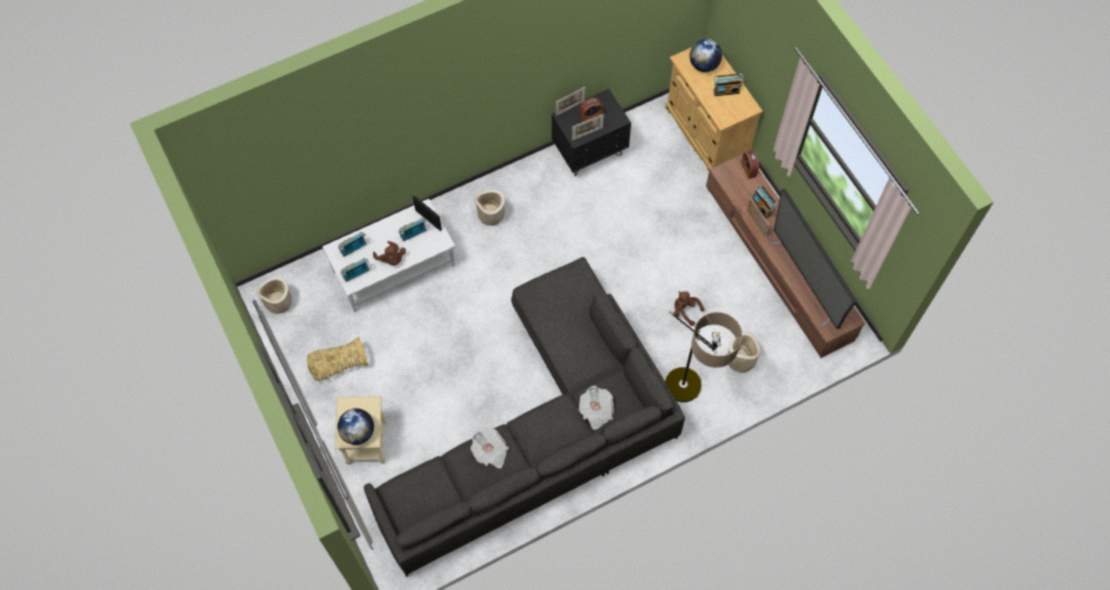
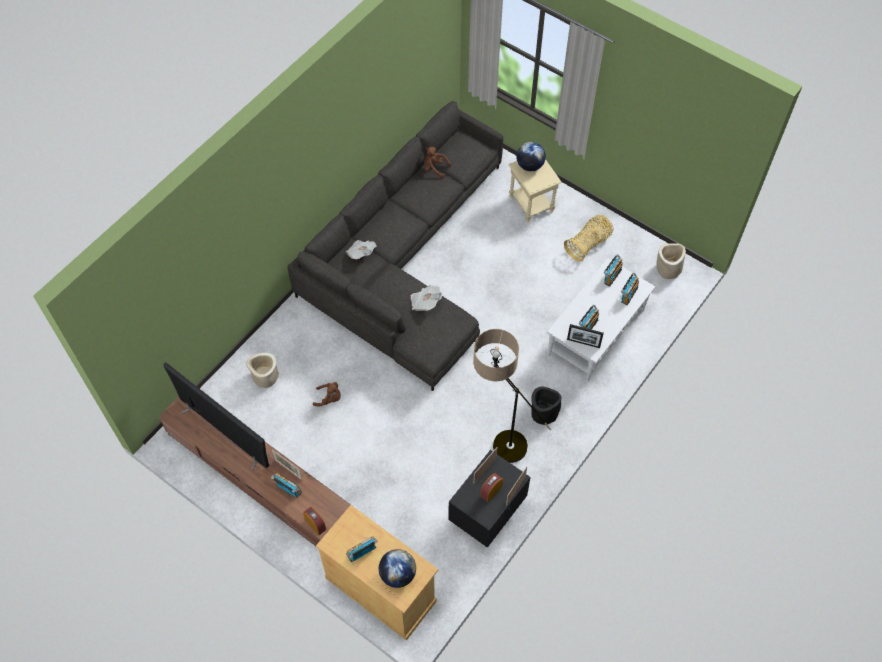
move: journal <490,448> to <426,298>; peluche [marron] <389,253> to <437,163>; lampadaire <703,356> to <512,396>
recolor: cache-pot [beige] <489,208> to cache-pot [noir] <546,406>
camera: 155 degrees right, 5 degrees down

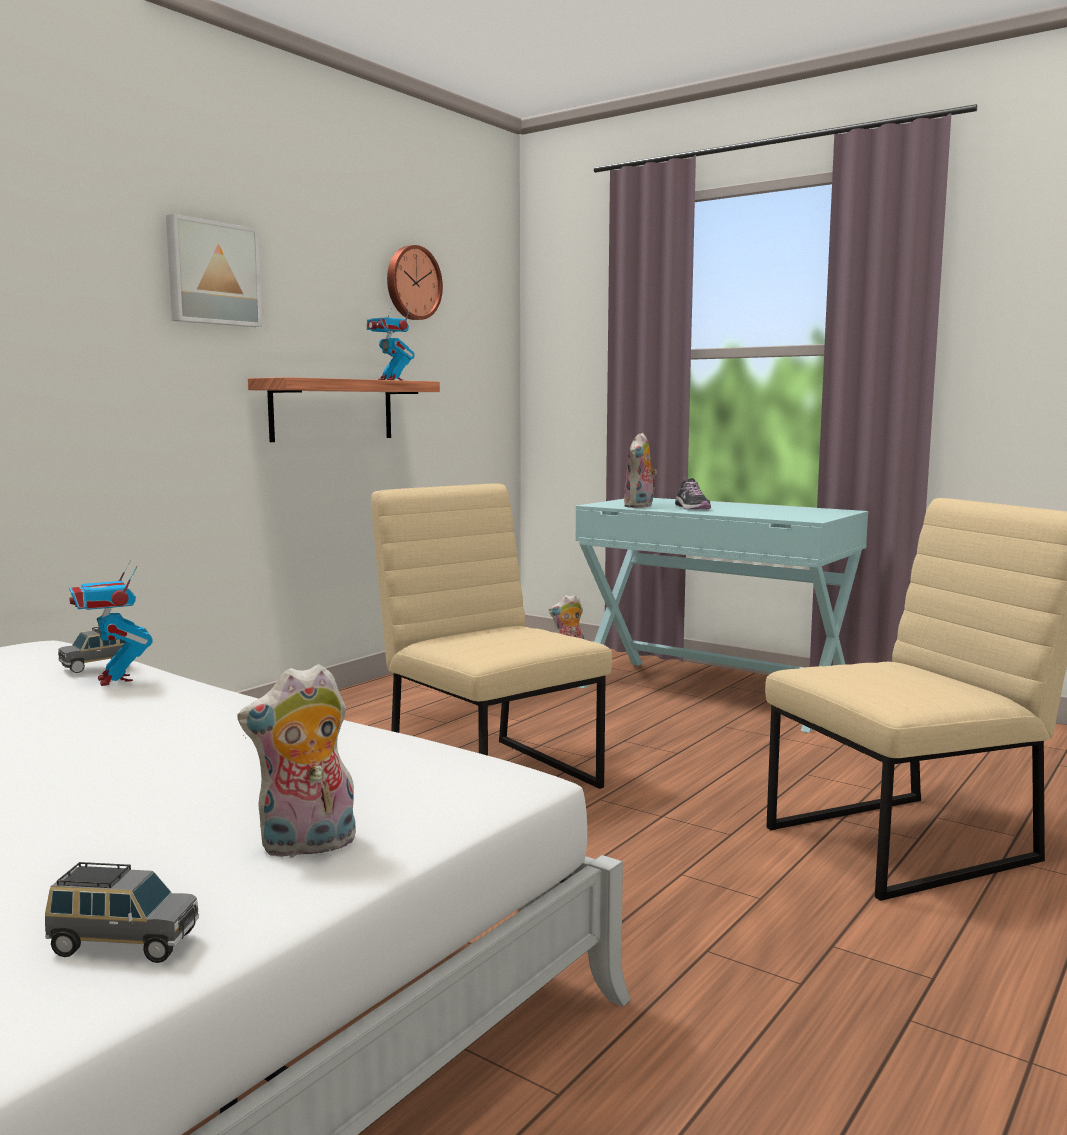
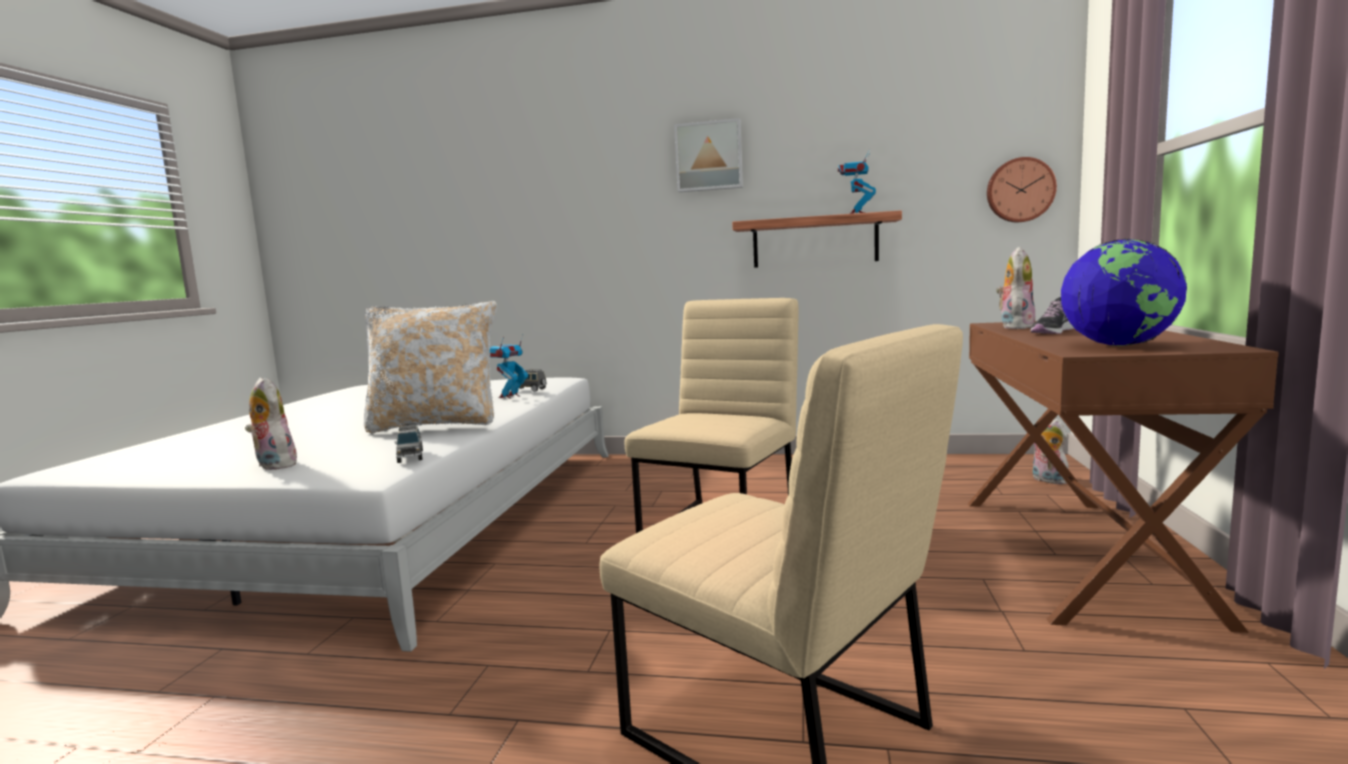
insert: coussin [blanc] <430,367>; globe <1124,292>
move: petite voiture [gris] <122,912> to <409,443>; horloge murale <415,282> to <1022,189>
recolor: bureau [turquoise] <721,615> to bureau [marron] <1123,477>
rotate: peluche <640,470> = <1015,288> 120 degrees clockwise
camera: 65 degrees right, 0 degrees up

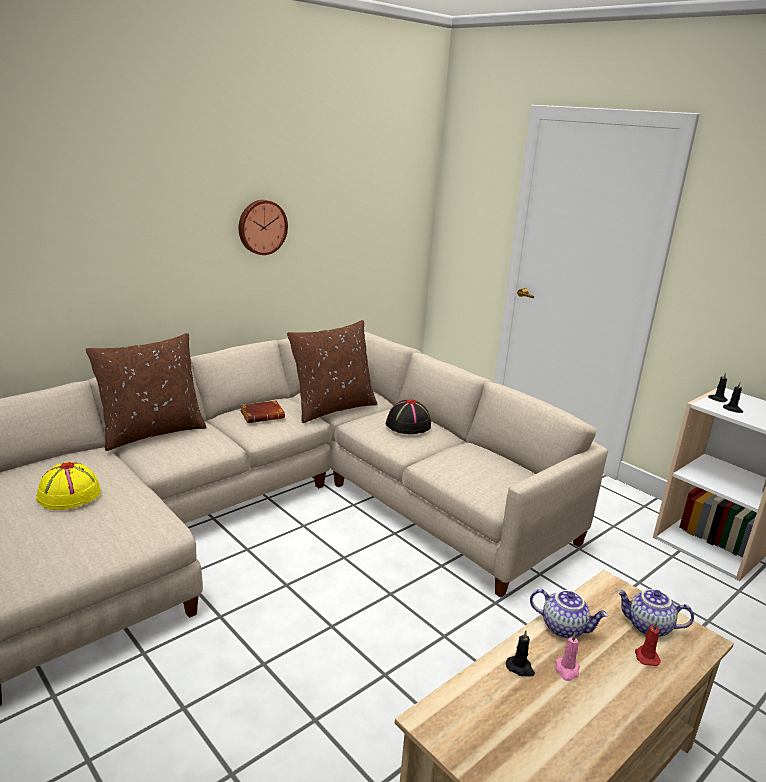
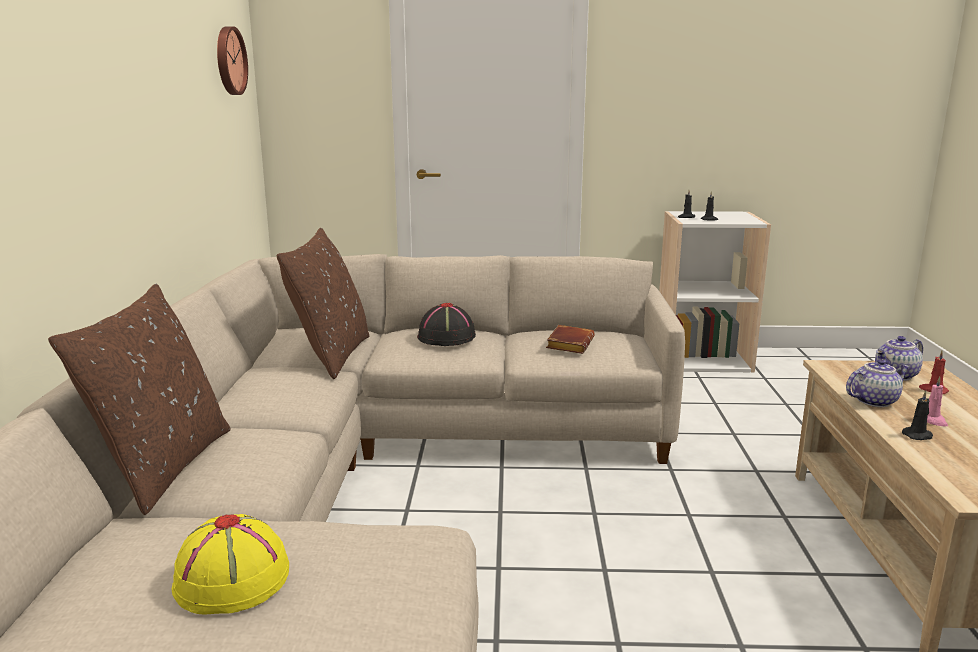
move: horloge murale <263,227> to <232,60>; livre [marron] <262,411> to <570,339>
camera: 45 degrees left, 5 degrees down

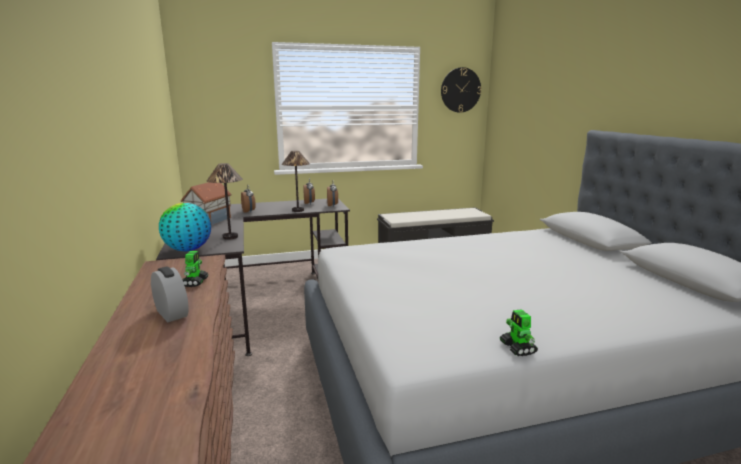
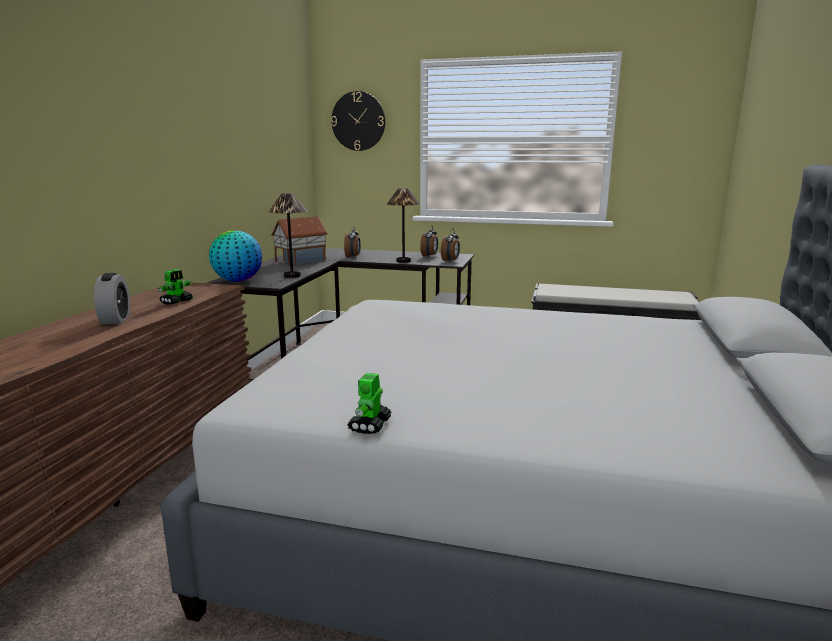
move: horloge murale <461,90> to <358,121>
camera: 30 degrees right, 0 degrees up

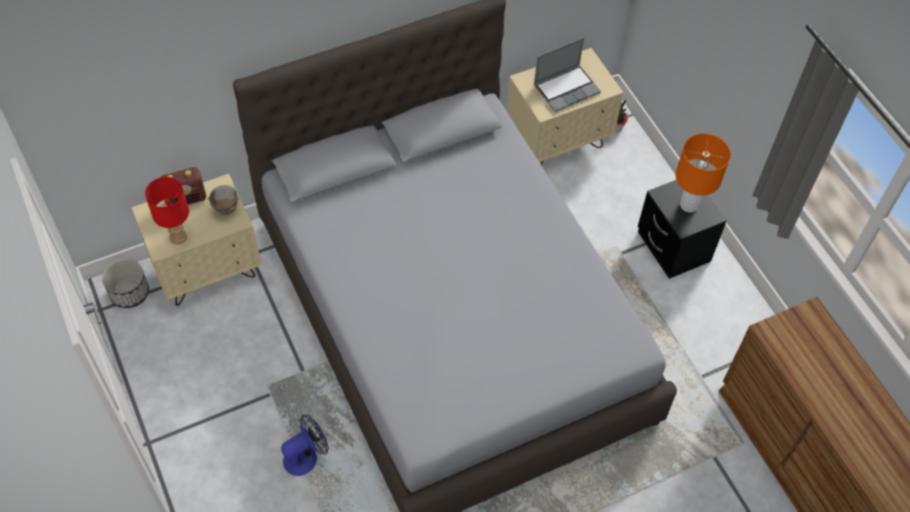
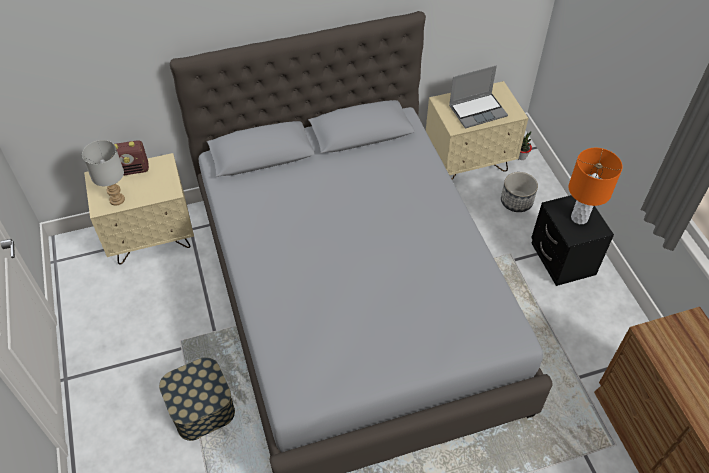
delete: bol <223,200>
move: cache-pot <125,283> to <519,192>
replace: ventilateur <305,445> to boîte de rangement <197,399>
recolor: lampe de table [rouge] <167,210> to lampe de table [gris] <103,173>
camera: 10 degrees right, 5 degrees down

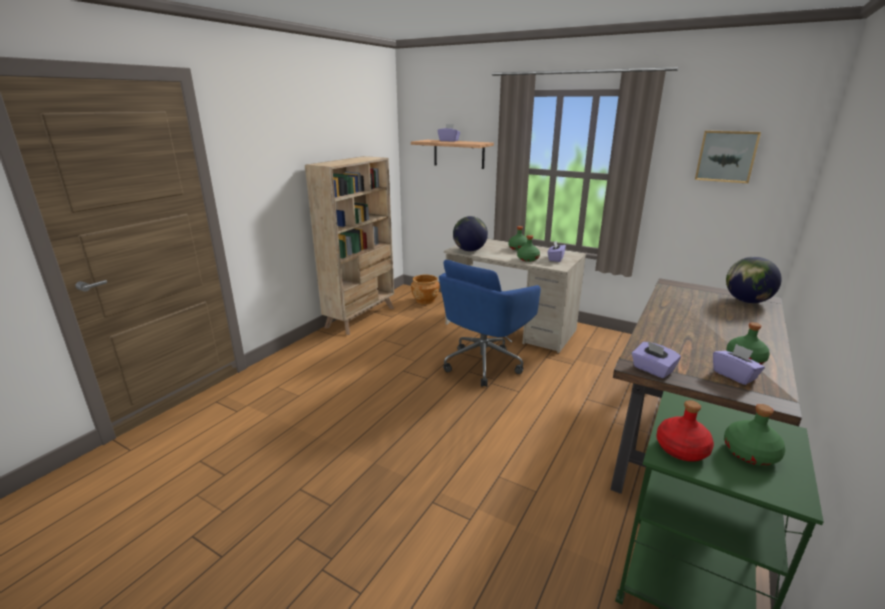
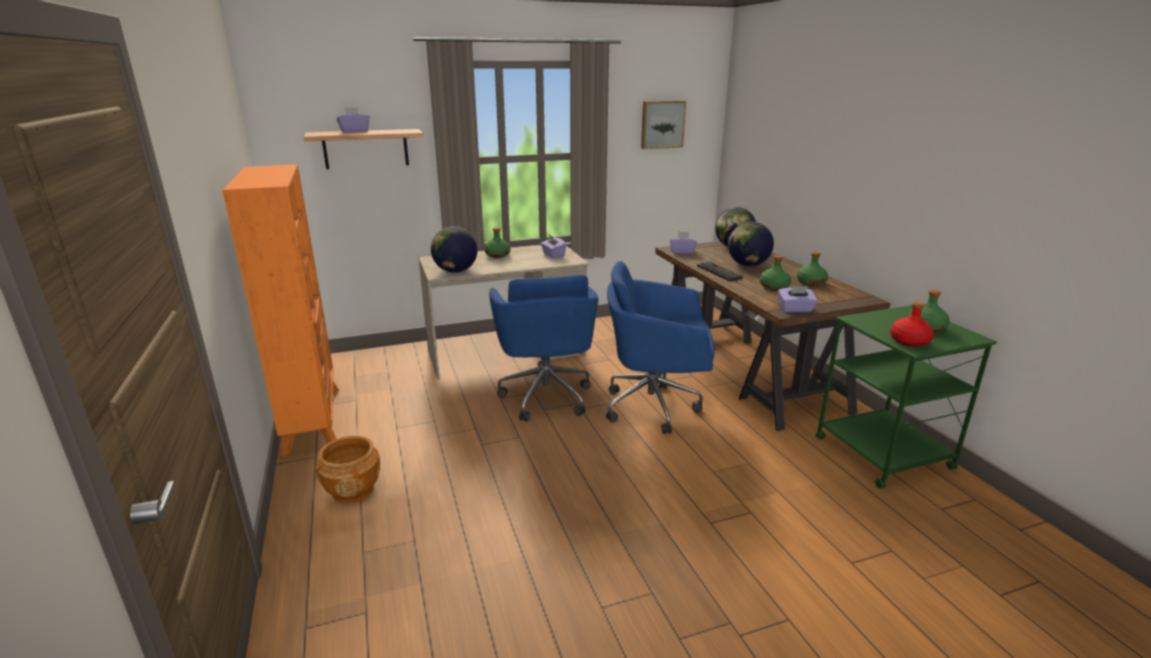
insert: chaise de bureau [bleu] <660,347>; clavier <720,271>; globe <751,244>
move: cache-pot [marron] <425,290> to <347,470>; boîte à mouchoirs [violet] <739,364> to <683,242>; bouteille [vert] <528,248> to <775,272>
recolor: bibliothèque [beige] <349,245> to bibliothèque [orange] <280,310>
camera: 50 degrees left, 0 degrees up

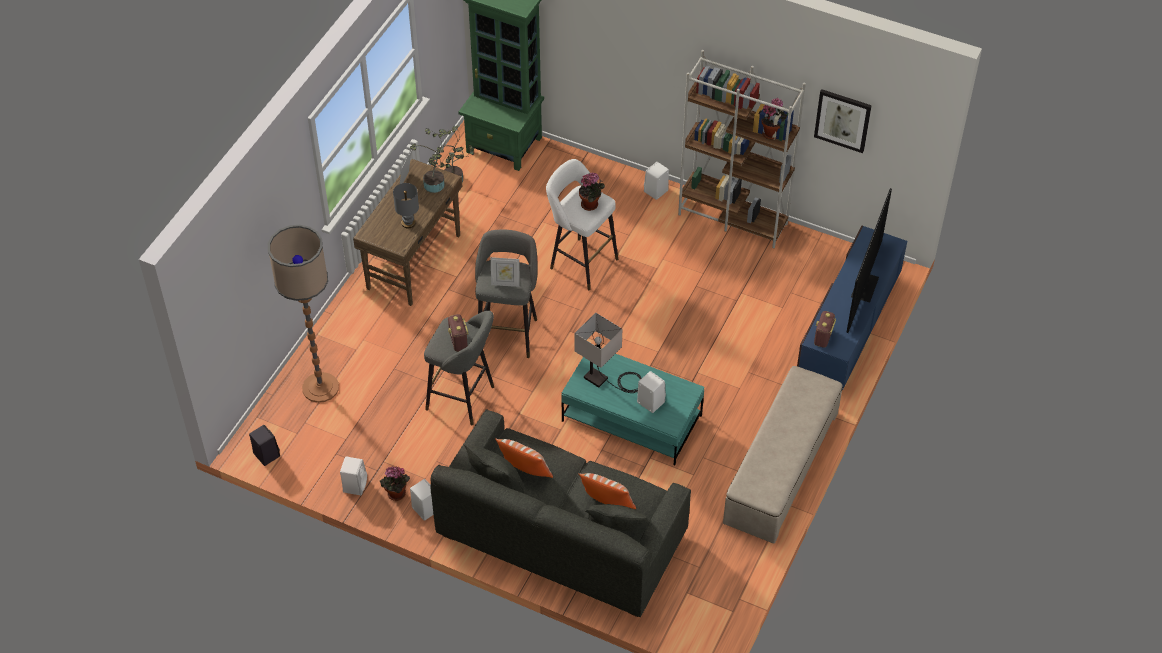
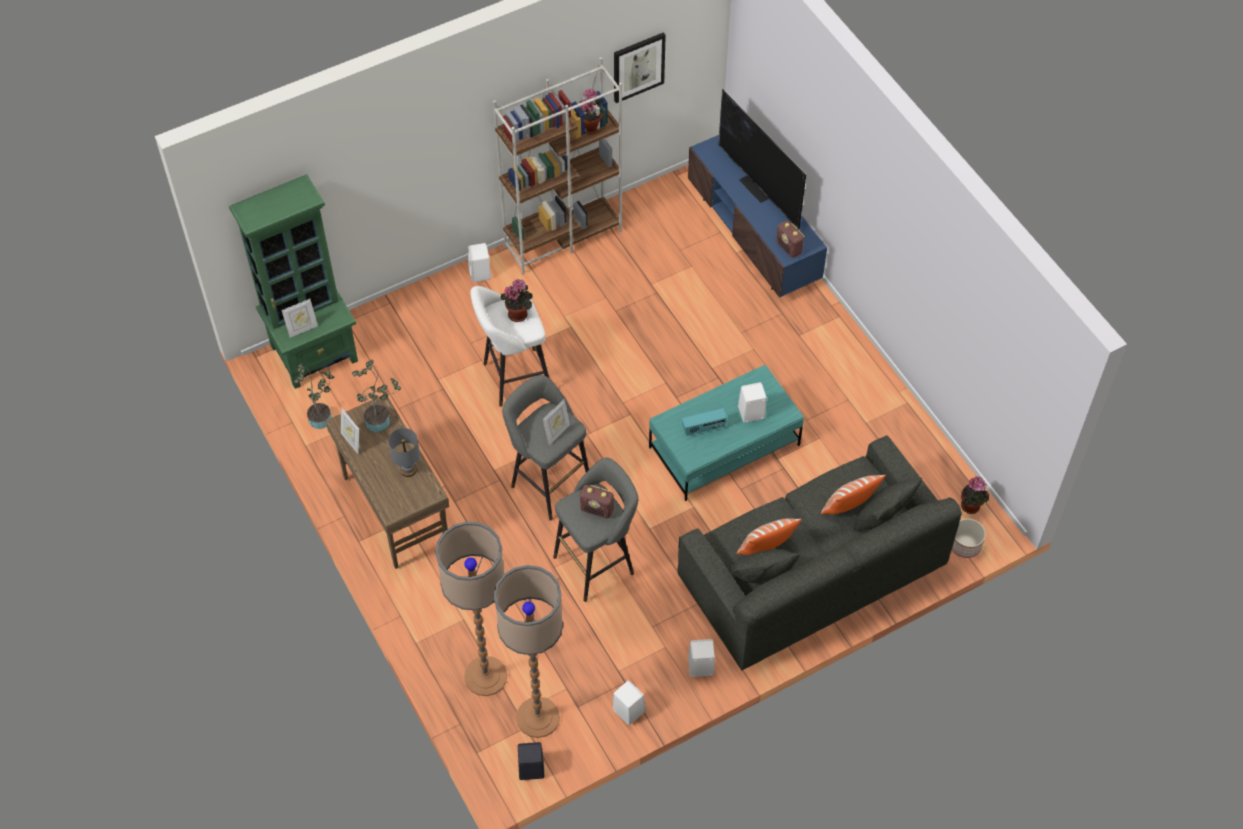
delete: banc [beige] <783,455>
insert: cadre photo <300,318>; lampadaire <528,651>; cache-pot <969,538>
move: plante en pot <395,483> to <975,495>
replace: lampe de table <608,353> to radio <704,422>
camera: 55 degrees left, 5 degrees up

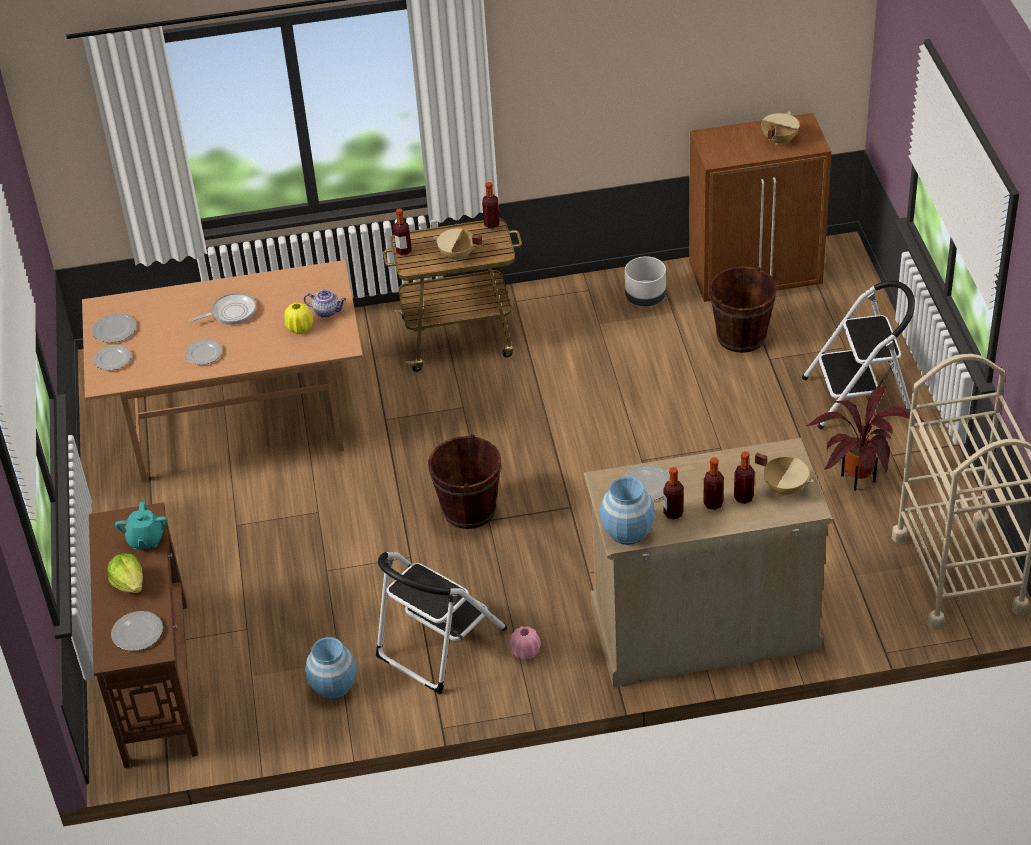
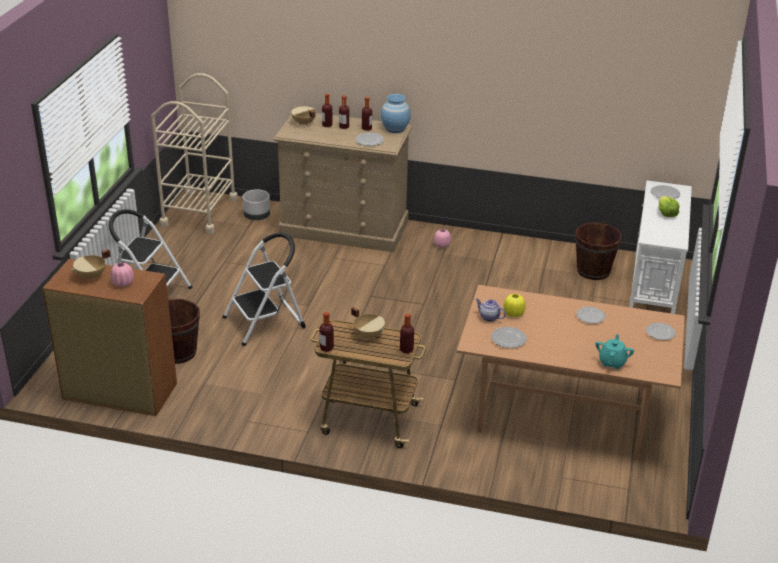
delete: poêle <222,309>; vase [bleu] <331,668>; plante en pot <865,438>
insert: vase [rose] <122,275>
move: escabeau <441,623> to <264,289>; cache-pot [gris] <645,281> to <256,205>; assiette <114,328> to <509,337>; seau [marron] <464,481> to <598,251>; théière [turquoise] <141,525> to <614,351>
recolor: table console [marron] <143,635> to table console [blanc] <660,247>
camera: 160 degrees left, 10 degrees down

